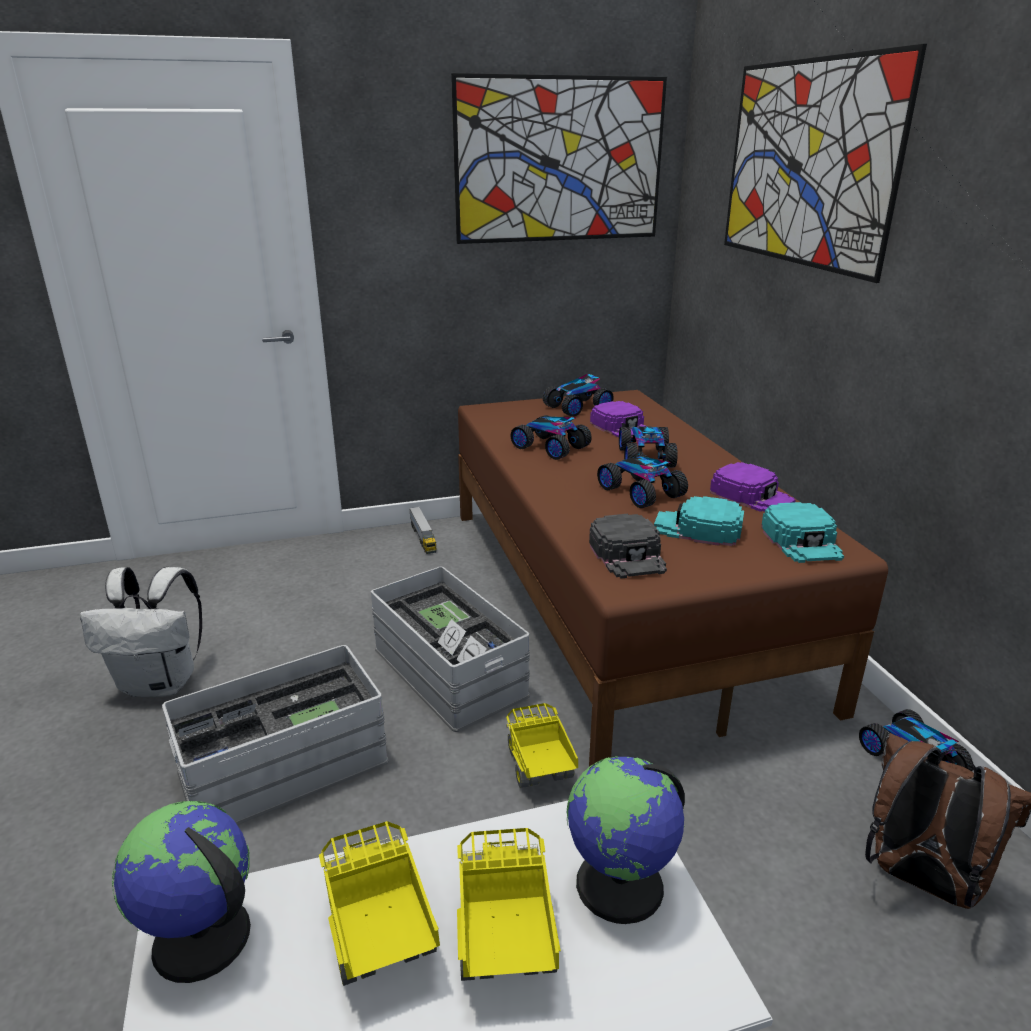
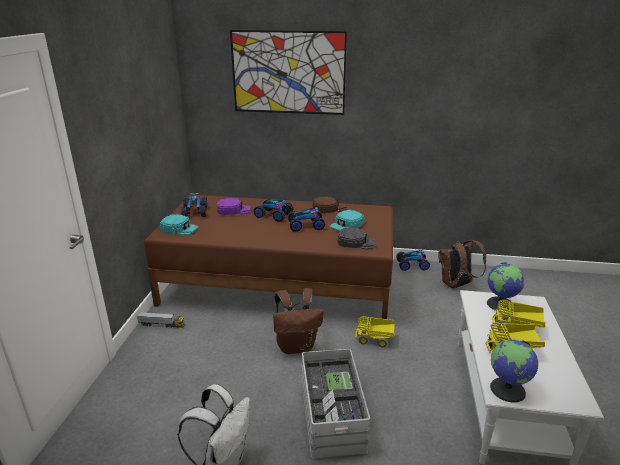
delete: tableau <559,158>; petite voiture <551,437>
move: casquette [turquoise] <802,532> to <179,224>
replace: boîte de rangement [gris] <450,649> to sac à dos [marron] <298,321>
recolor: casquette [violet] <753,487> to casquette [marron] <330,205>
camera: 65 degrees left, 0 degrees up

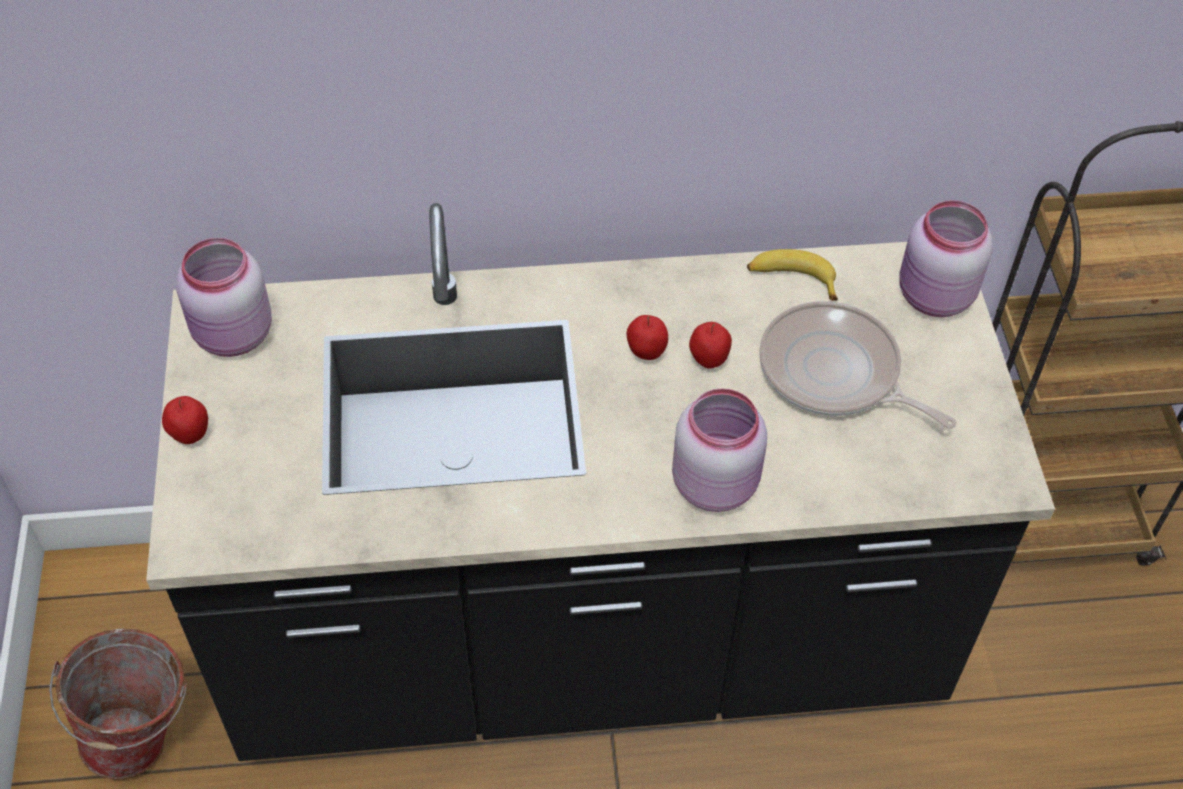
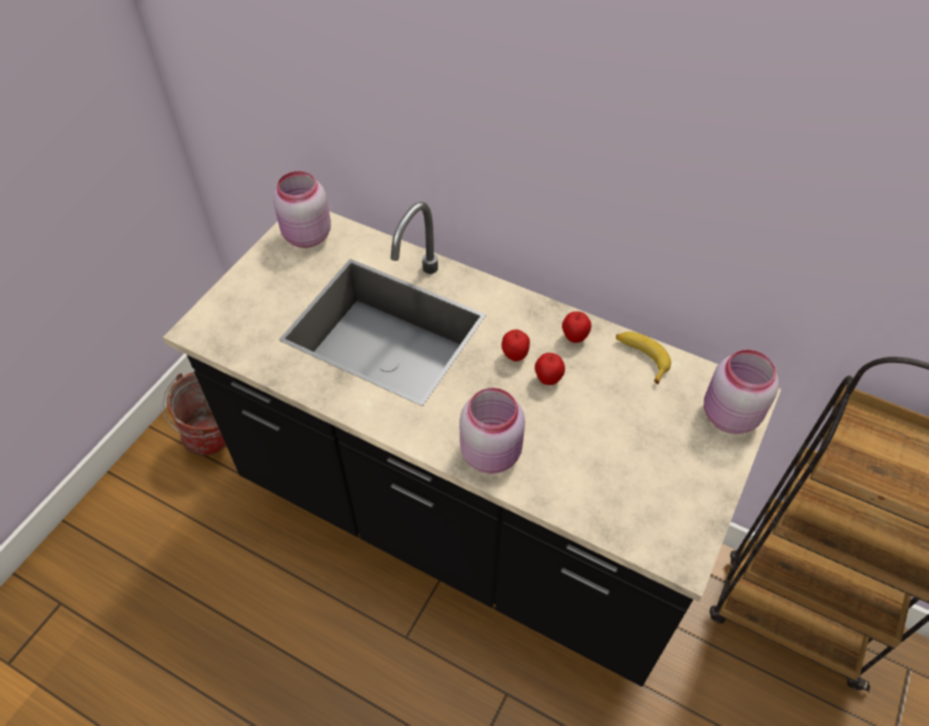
delete: poêle <858,365>
move: pomme <185,420> to <576,327>
camera: 35 degrees right, 0 degrees up

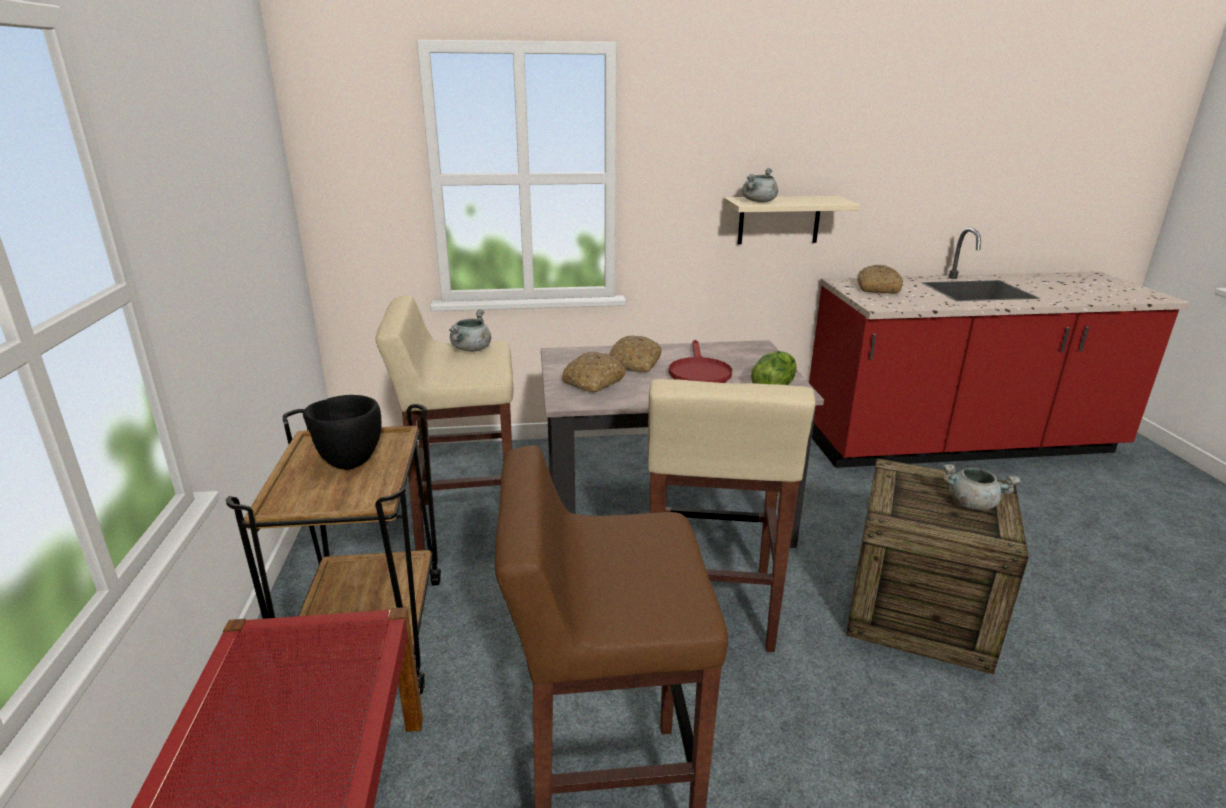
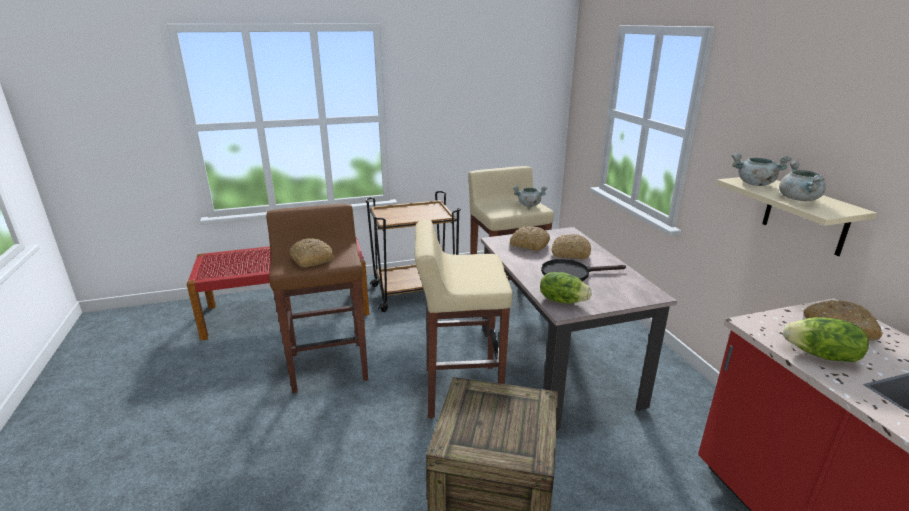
delete: bol [noir] <342,432>
insert: pain <311,252>; laitue <826,339>
move: marmite [gris] <981,487> to <802,181>
recolor: poêle [rouge] <700,361> to poêle [noir] <583,270>
camera: 80 degrees right, 0 degrees up

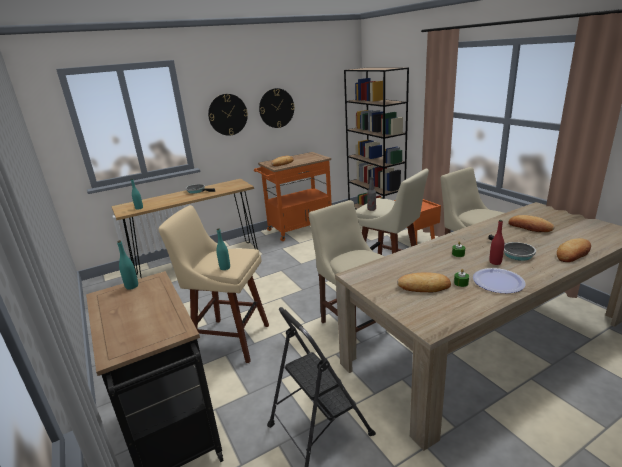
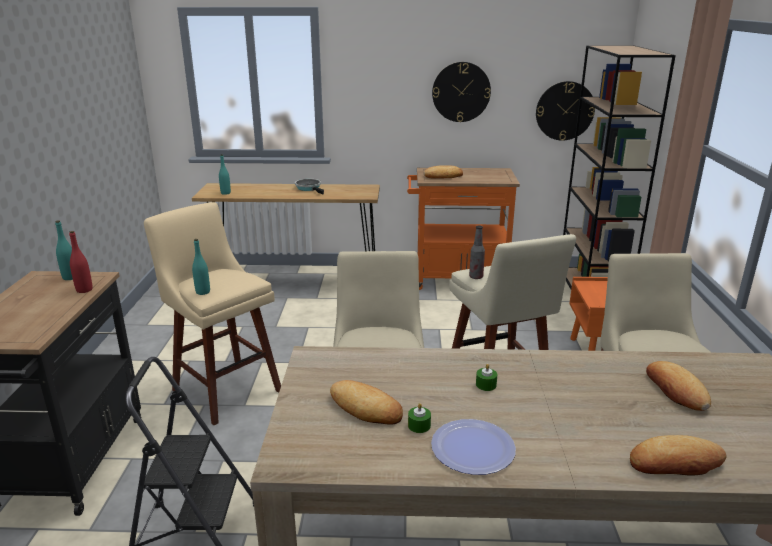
delete: poêle <512,248>
move: bouteille [rouge] <496,242> to <81,262>; horloge murale <228,115> to <565,111>
camera: 30 degrees right, 0 degrees up

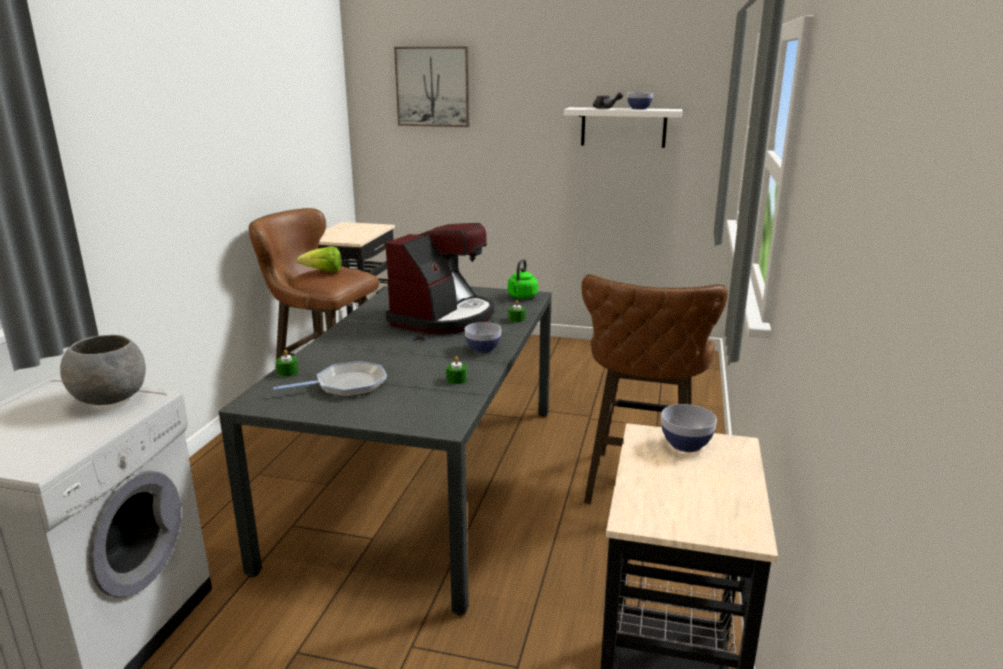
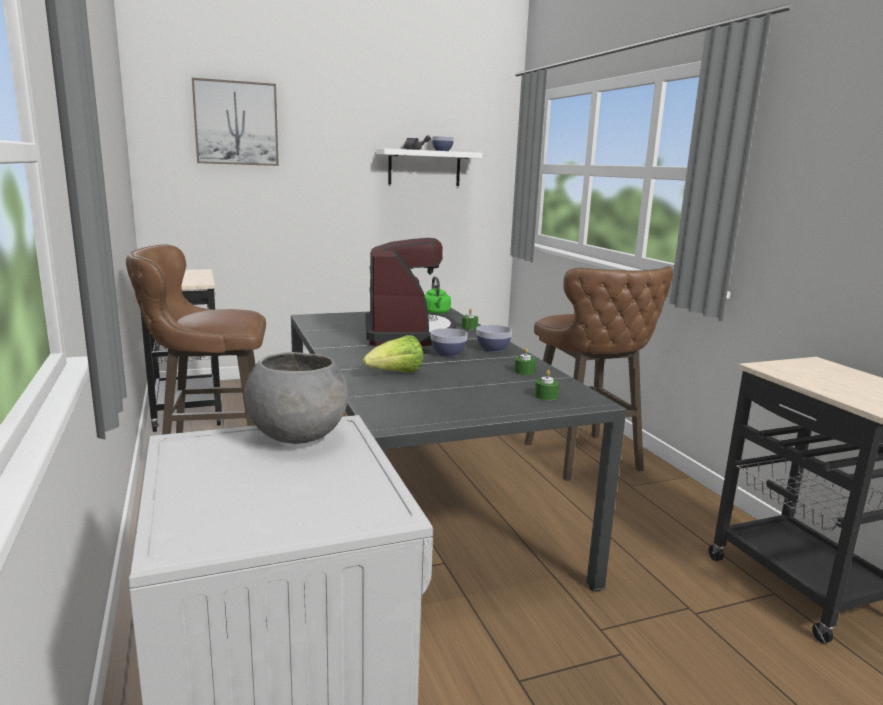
delete: poêle <330,379>
move: laitue <319,259> to <392,354>; bol <689,428> to <449,342>; bougie [vert] <287,363> to <547,385>
camera: 35 degrees left, 5 degrees down

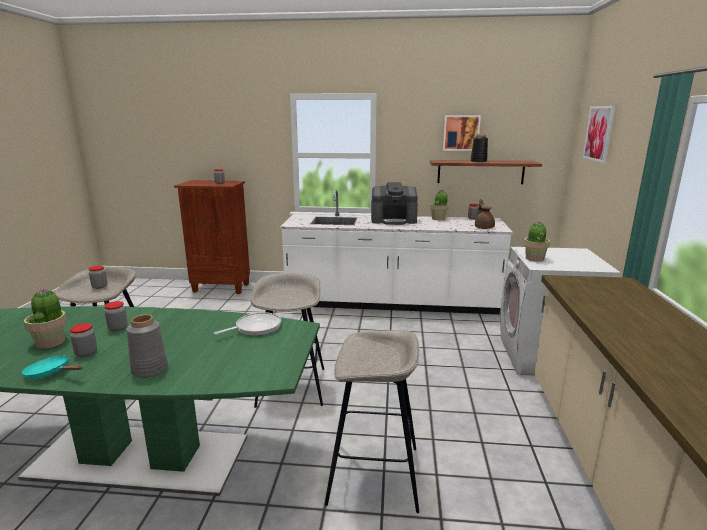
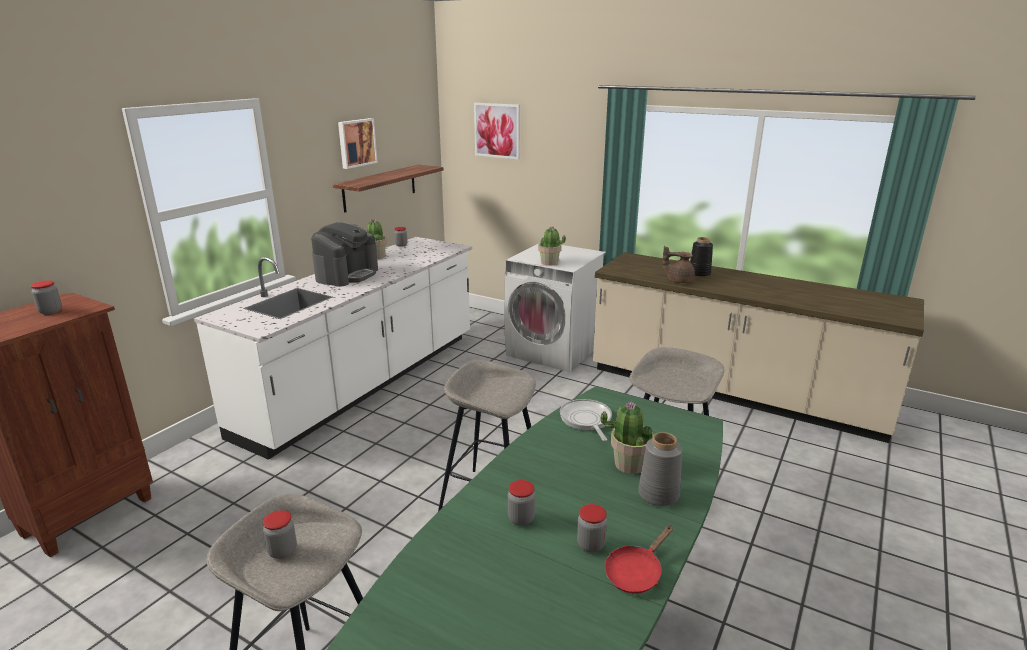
move: plante en pot <45,318> to <627,437>; théière [marron] <485,214> to <679,264>; vase [noir] <479,148> to <701,257>
recolor: poêle [turquoise] <52,366> to poêle [rouge] <639,559>
camera: 65 degrees left, 5 degrees up

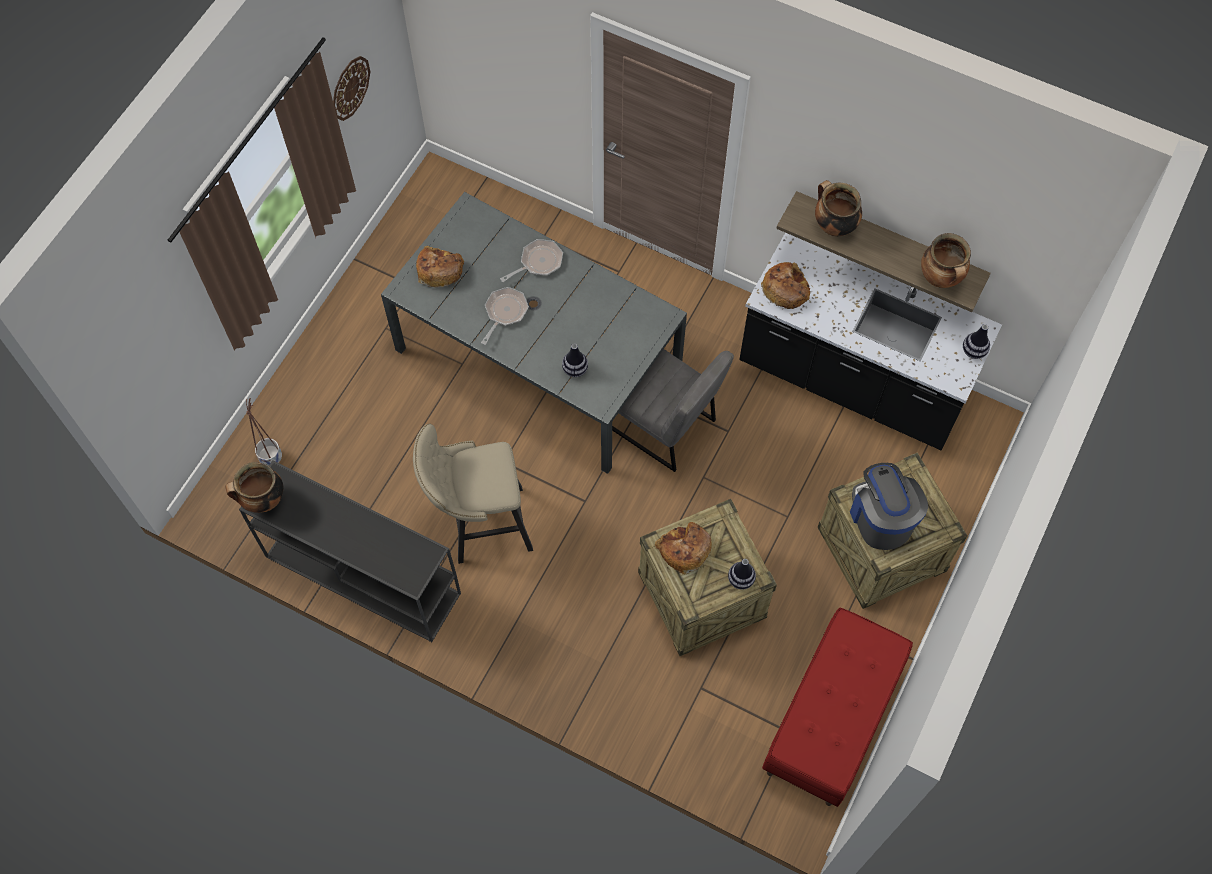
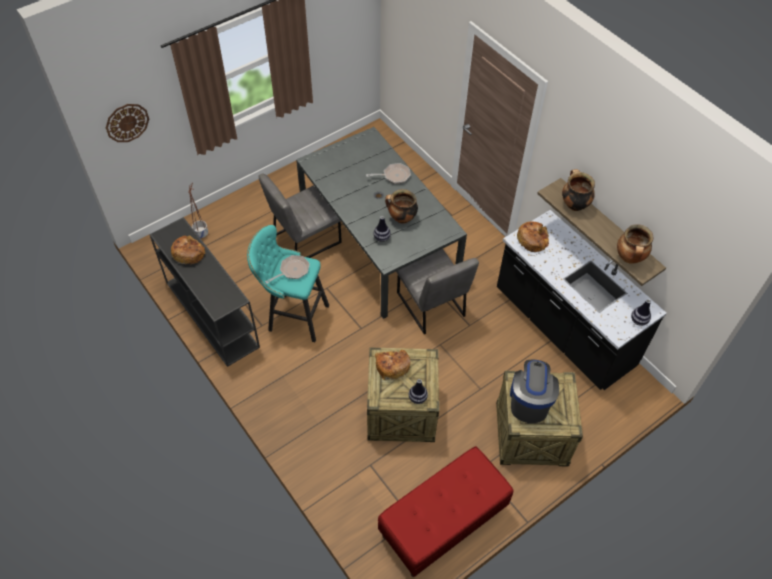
insert: chaise [gris] <300,215>
move: horloge murale <351,88> to <127,123>; pain <440,267> to <188,250>; poêle <505,316> to <287,269>; marmite <254,487> to <401,206>
recolor: tabouret [beige] <473,494> to tabouret [turquoise] <288,283>
camera: 25 degrees right, 10 degrees down

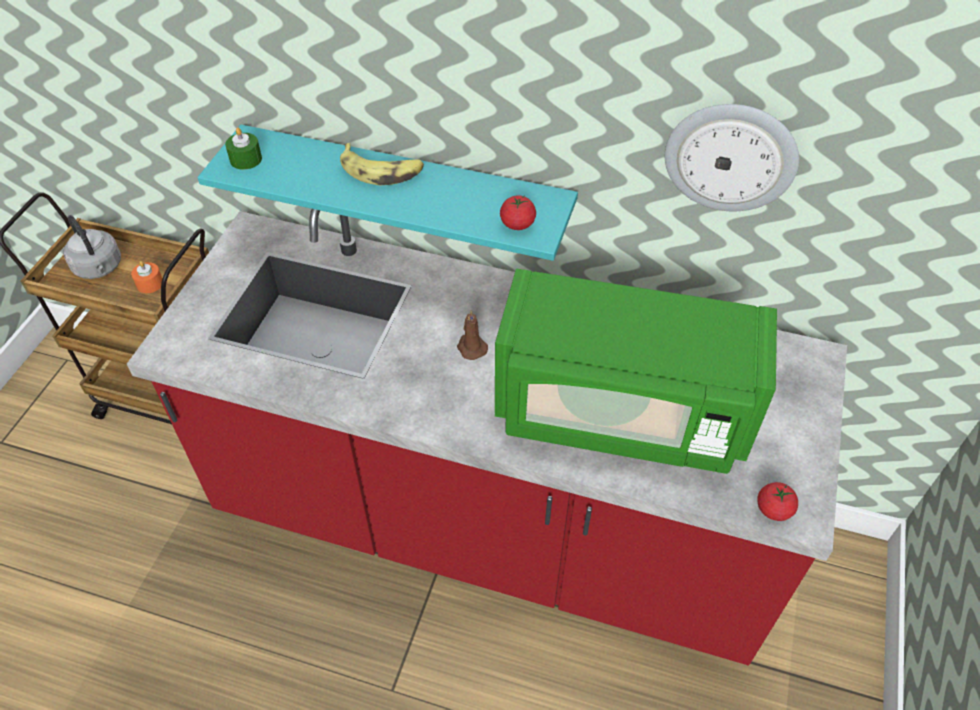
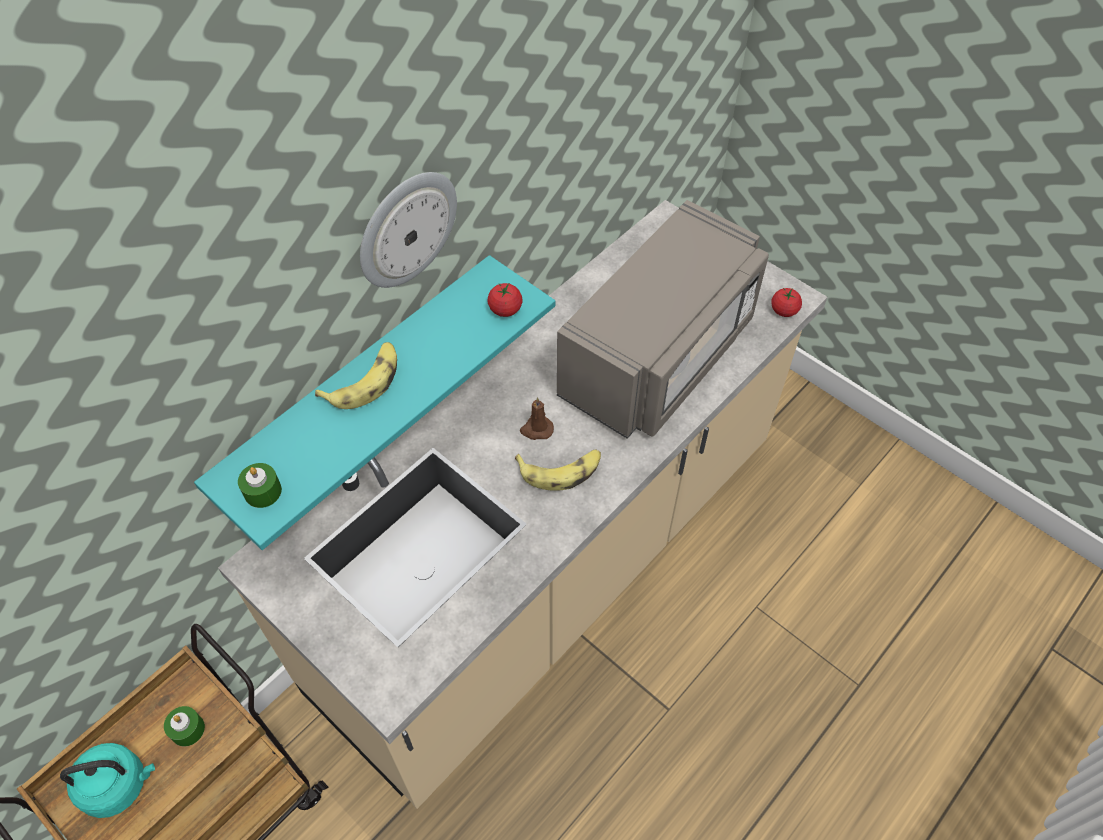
insert: banane <558,470>
move: horloge murale <732,157> to <408,230>
recolor: bouilloire [gris] <92,247> to bouilloire [turquoise] <107,780>; bougie [orange] <147,277> to bougie [vert] <184,726>; comptoir de cuisine [rouge] <487,437> to comptoir de cuisine [beige] <522,504>; micro-ondes [vert] <636,371> to micro-ondes [gris] <663,319>
camera: 65 degrees left, 5 degrees up

